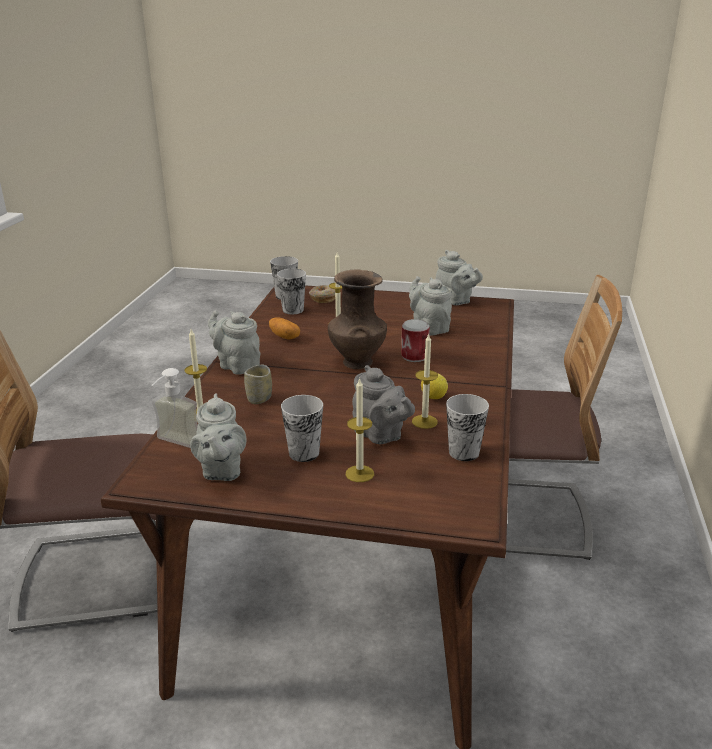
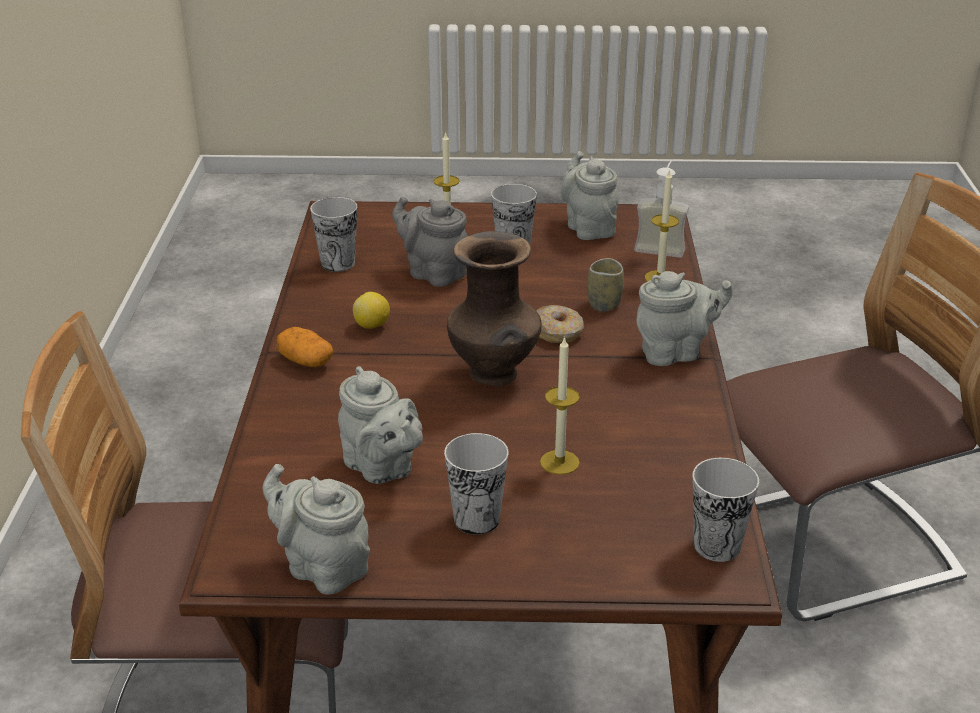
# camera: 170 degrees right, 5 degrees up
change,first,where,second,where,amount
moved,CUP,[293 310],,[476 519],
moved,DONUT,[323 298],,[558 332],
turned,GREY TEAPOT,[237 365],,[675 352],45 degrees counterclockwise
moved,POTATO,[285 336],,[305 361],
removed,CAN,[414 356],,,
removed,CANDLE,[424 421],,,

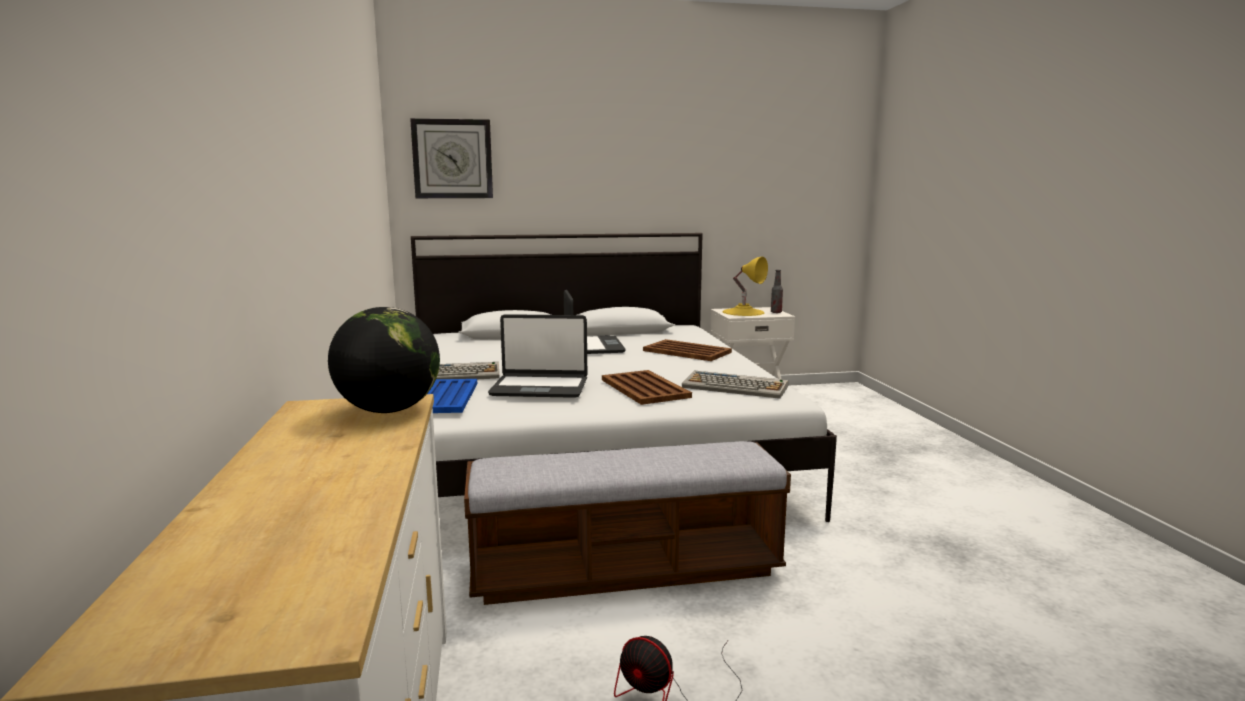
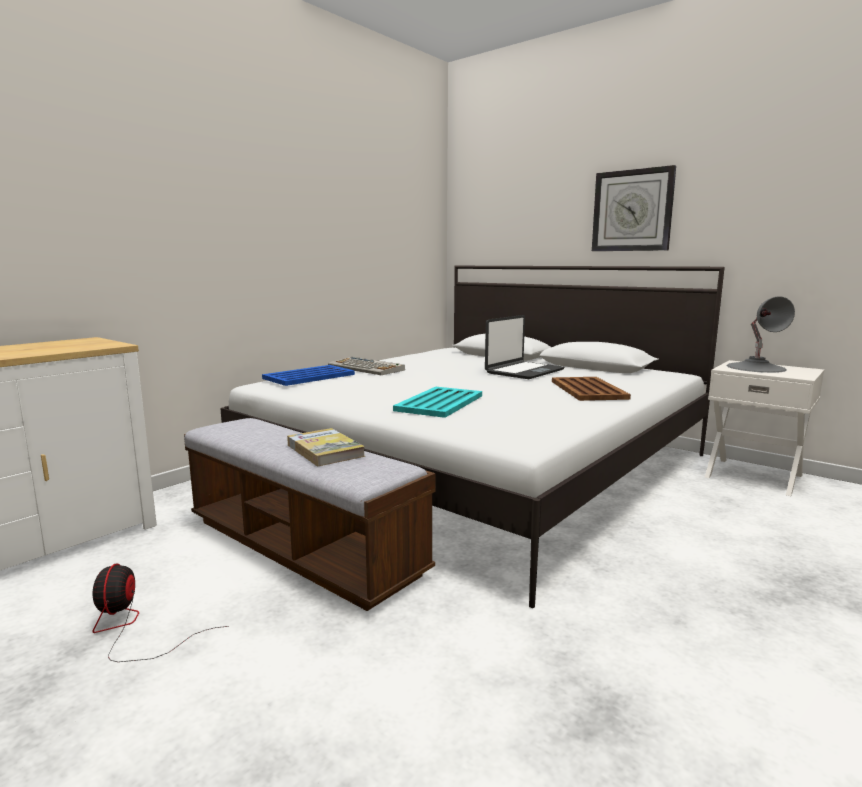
# camera: 50 degrees right, 0 degrees up
change,first,where,second,where,amount
moved,WALL CLOCK,[452 159],,[632 211],
recoloured,YELLOW TABLE LAMP,[743 312],GREY TABLE LAMP,[756 367],
removed,BOTTLE,[776 312],,,
removed,GLOBE,[389 410],,,
removed,LAPTOP,[540 387],,,
recoloured,BROWN TRAY,[644 388],TURQUOISE TRAY,[440 403],
removed,KEYBOARD,[736 387],,,
added,,,BOOK,[325 450],

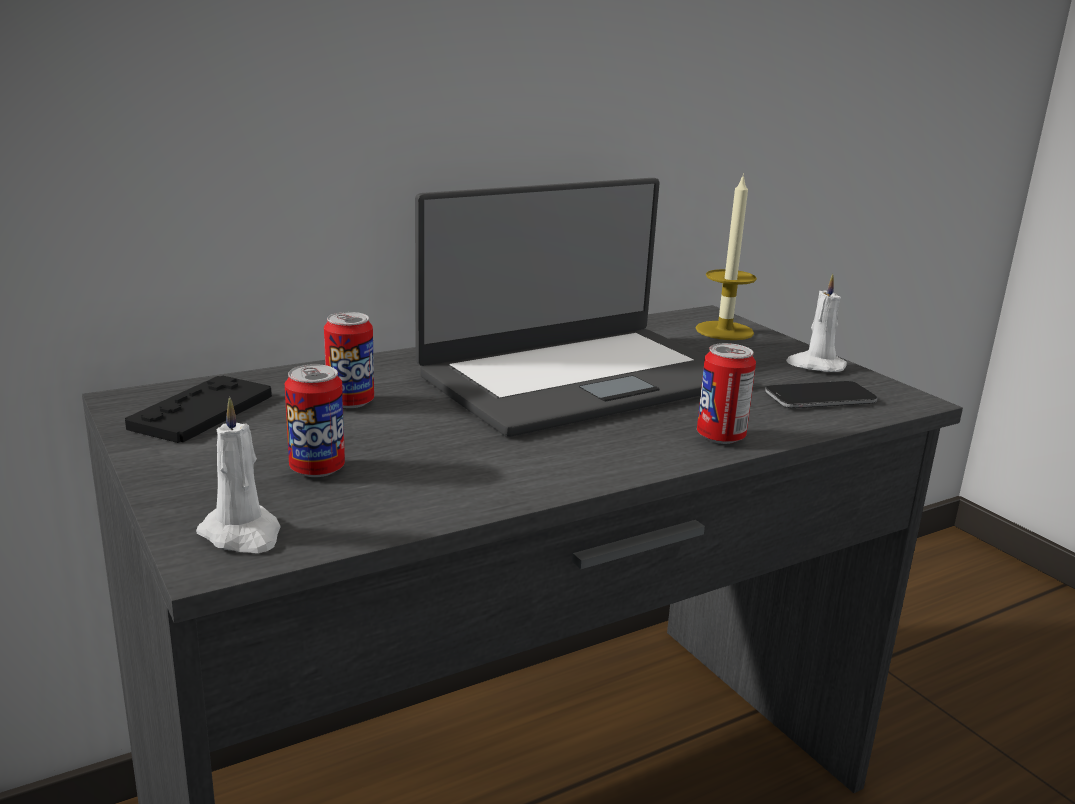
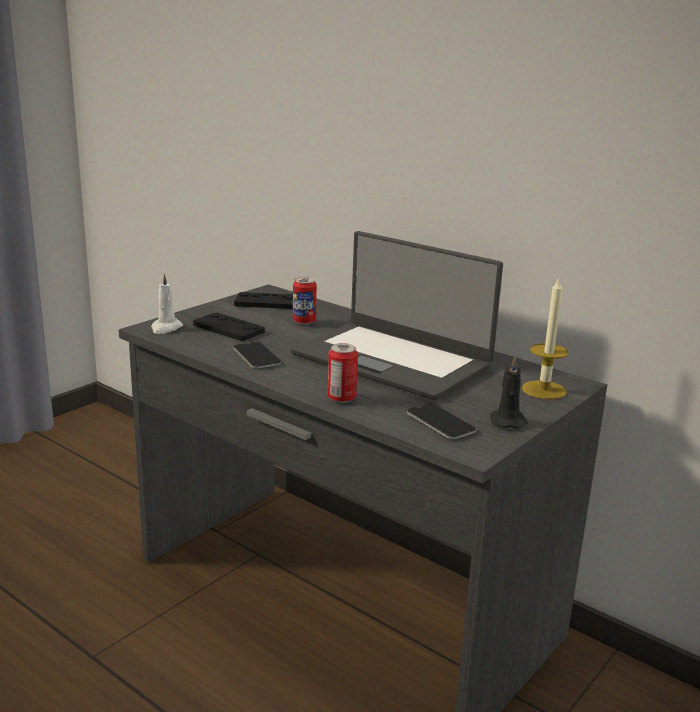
# camera: 70 degrees right, 0 degrees up
change,first,where,second,where,amount
recoloured,WHITE CANDLE,[815 365],BLACK CANDLE,[507 420],
replaced,CAN,[317 469],BLACK GAME CONTROLLER,[228 328],
added,,,PHONE,[256 357],

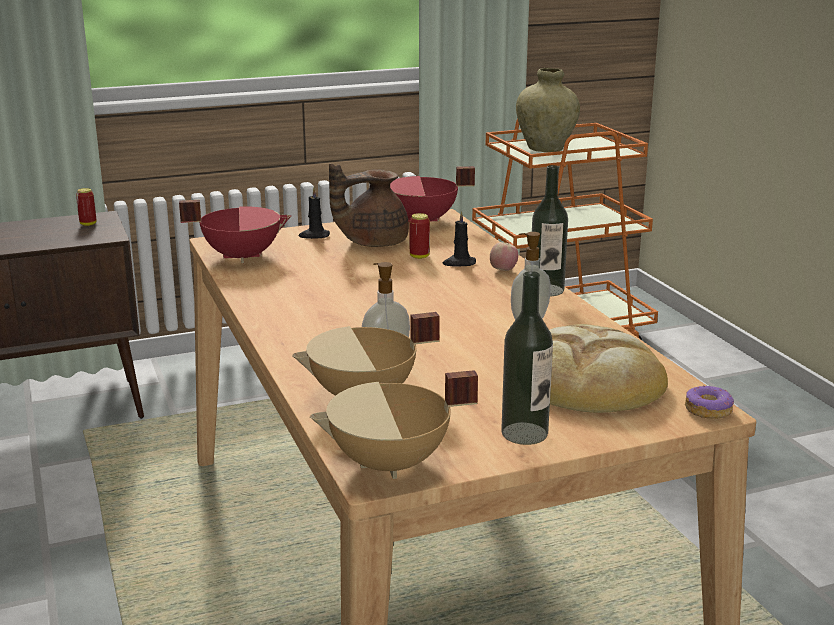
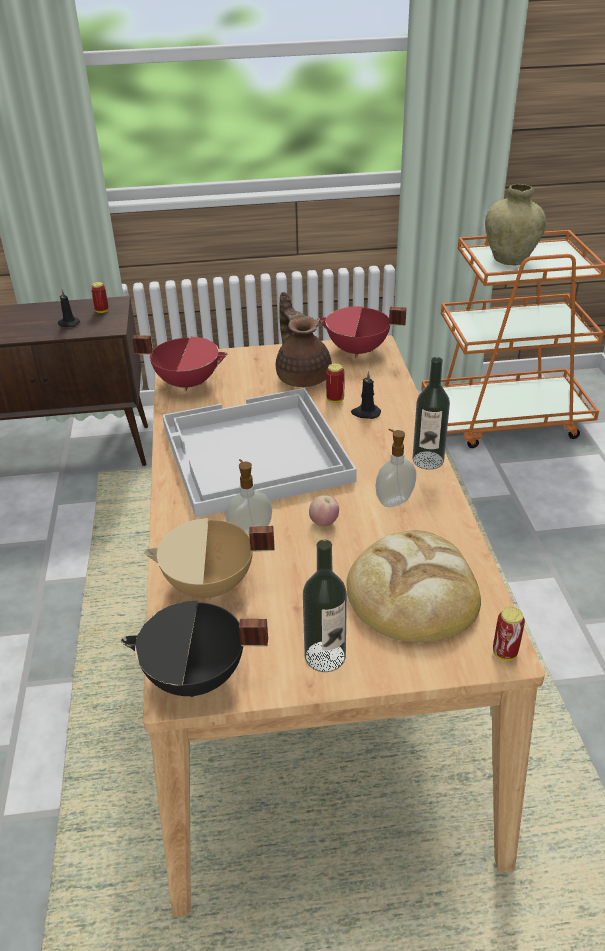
# camera: 15 degrees right, 15 degrees up
change,first,where,second,where,amount
turned,BROWN TEAPOT,[372 242],,[302 376],75 degrees clockwise
moved,BLACK CANDLE,[314 236],,[68 323],
moved,APPLE,[503 271],,[324 523],
recoloured,BEIGE COOKING POT,[390 465],BLACK COOKING POT,[195 678],
replaced,DONUT,[708 410],CAN,[504 653],
added,,,WHITE TRAY,[254 454],

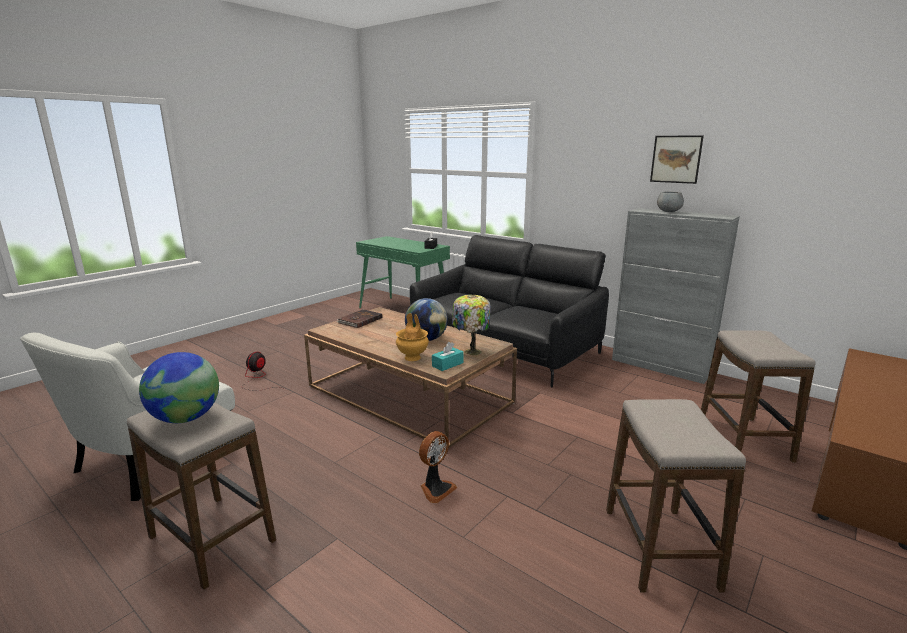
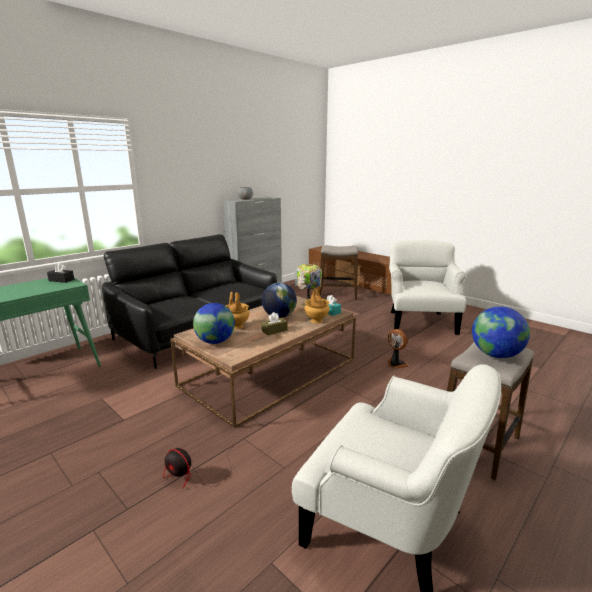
# camera: 85 degrees left, 0 degrees up
change,first,where,second,where,amount
removed,PICTURE,[676 159],,,
replaced,BROWN BOOK,[359 320],GLOBE,[215 341],
replaced,STOOL,[659 548],WHITE ARMCHAIR,[420 321],
added,,,BROWN VASE,[236 326],
added,,,BROWN TISSUE BOX,[274 330],

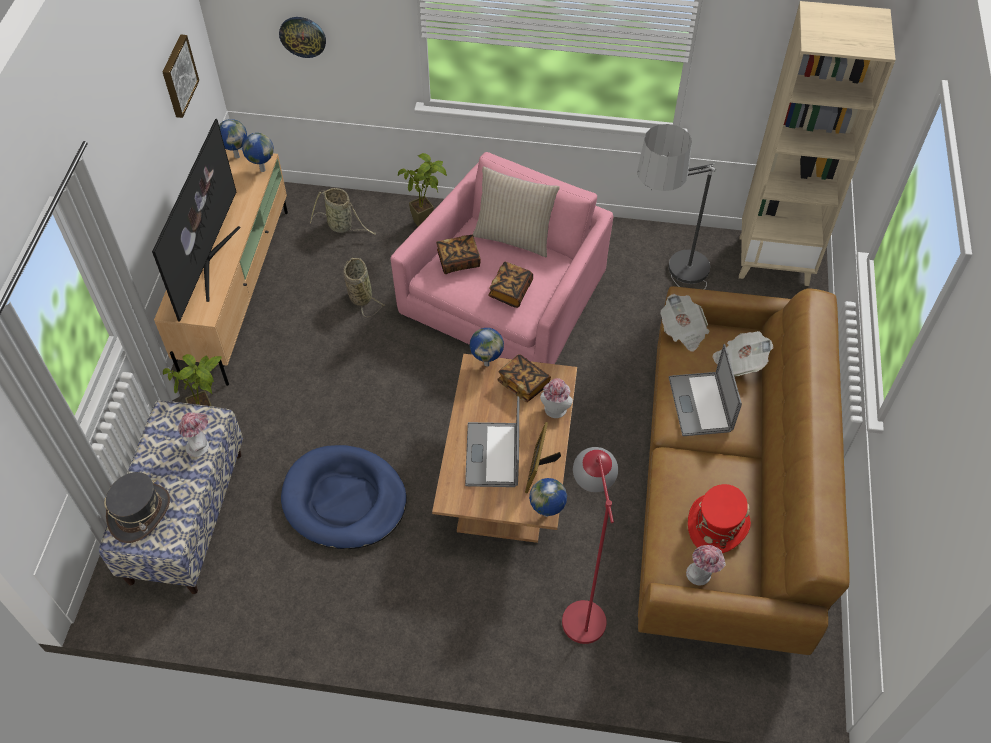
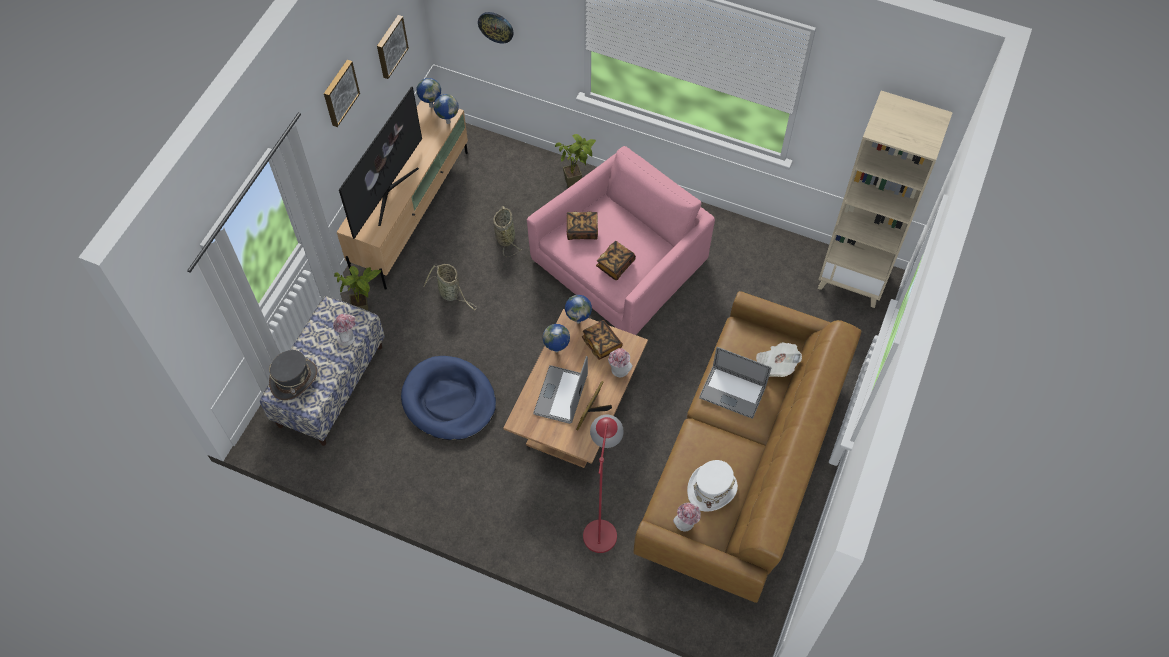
# camera: 15 degrees right, 5 degrees up
change,first,where,second,where,amount
removed,FLOOR LAMP,[666 287],,,
removed,BEIGE PILLOW,[514 237],,,
moved,BASKET,[342 226],,[451 294],
removed,NEWSPAPER,[683 331],,,
turned,LAPTOP,[700 404],,[732 392],75 degrees counterclockwise
moved,GLOBE,[547 514],,[557 351],
recoloured,RED HAT,[717 525],WHITE HAT,[711 489],
added,,,PICTURE,[339 92],

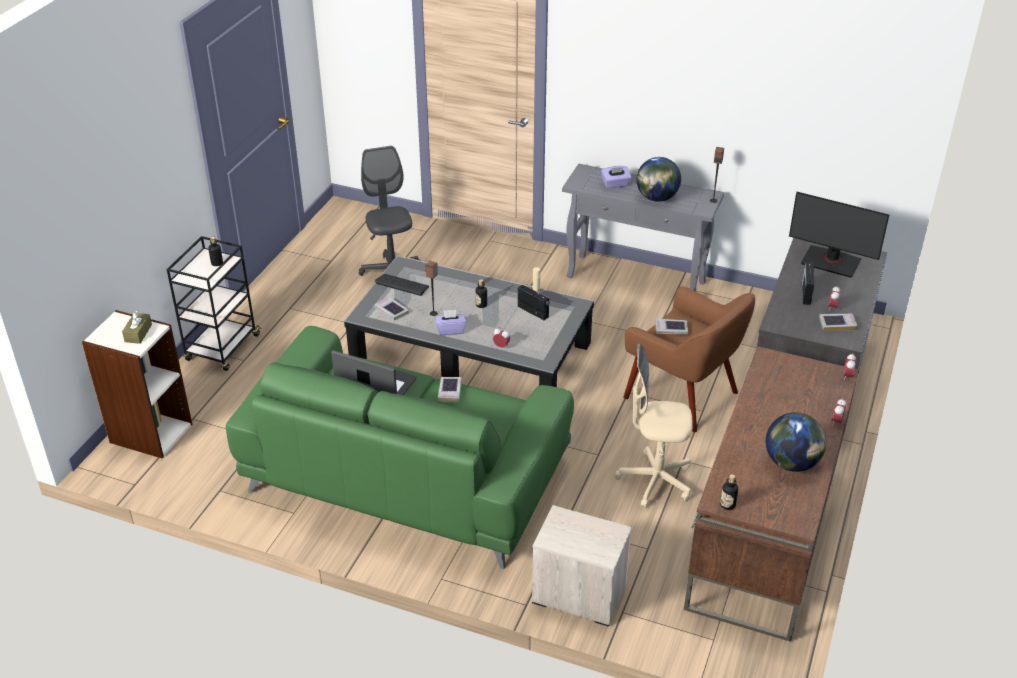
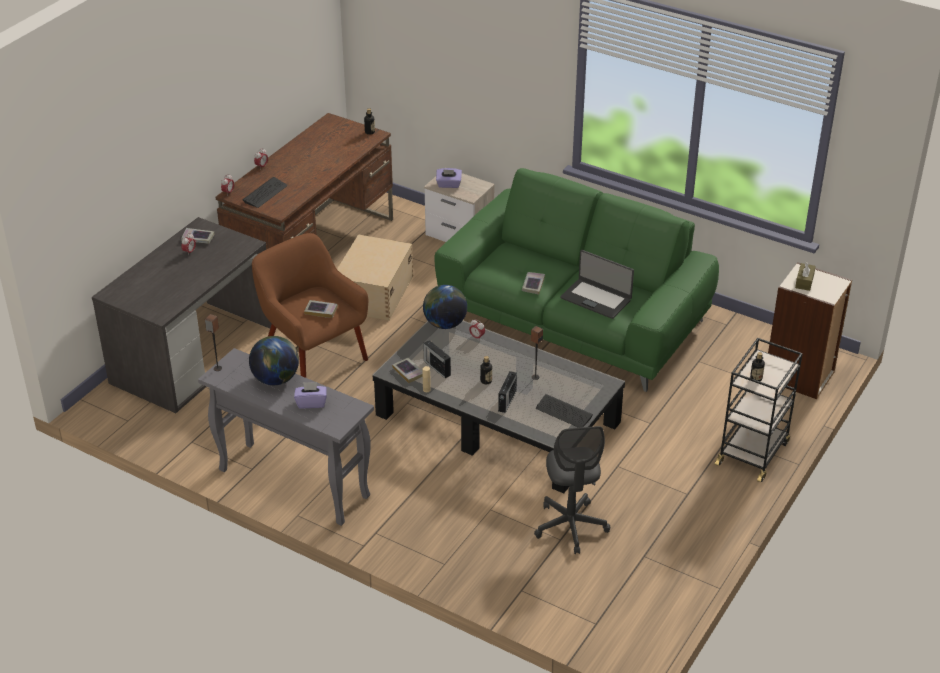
# camera: 170 degrees left, 0 degrees up
change,first,where,second,where,amount
removed,MONITOR,[831 261],,,
moved,RADIO,[806 293],,[507 401],
moved,BOOK,[391 311],,[408 372],
moved,PURPLE TISSUE BOX,[450 330],,[448 185],
replaced,BEIGE OFFICE CHAIR,[655 481],BEIGE STORAGE BOX,[373 293],
moved,GLOBE,[792 463],,[445 324],
added,,,KEYBOARD,[265 193],

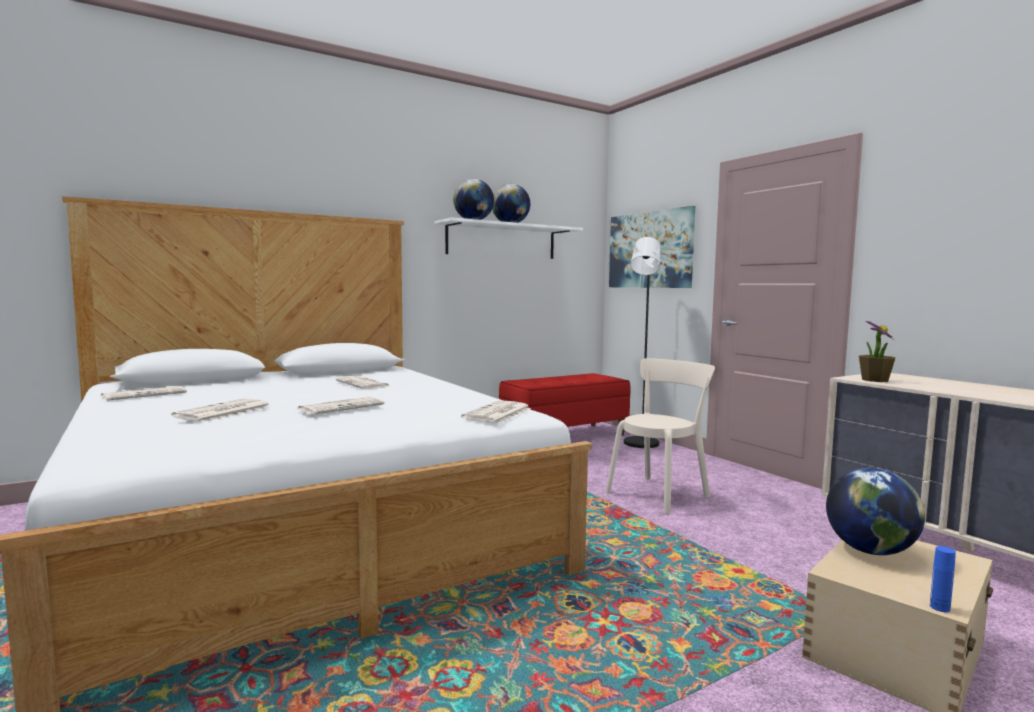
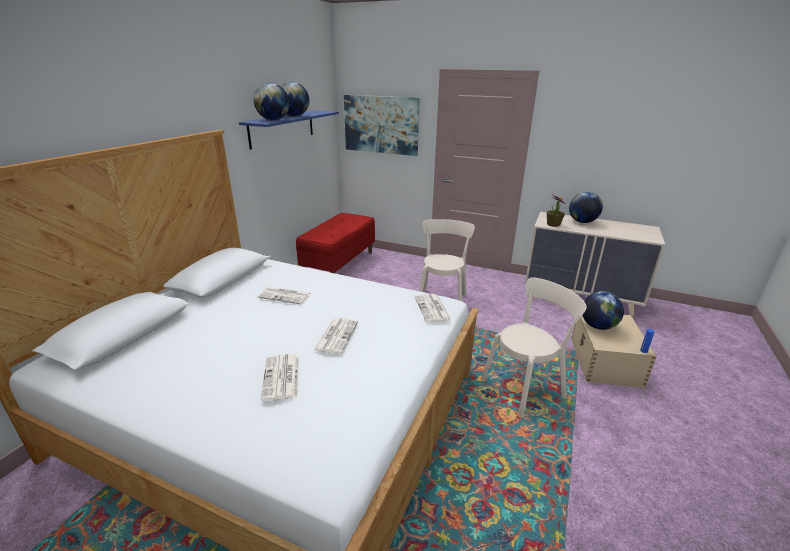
# camera: 35 degrees left, 20 degrees up
change,first,where,second,where,amount
recoloured,WHITE SHELF,[502 241],BLUE SHELF,[282 128],
removed,BLACK FLOOR LAMP,[640 445],,,
removed,NEWSPAPER,[145 394],,,
added,,,GLOBE,[582 222],
added,,,BEIGE CHAIR,[525 387],

